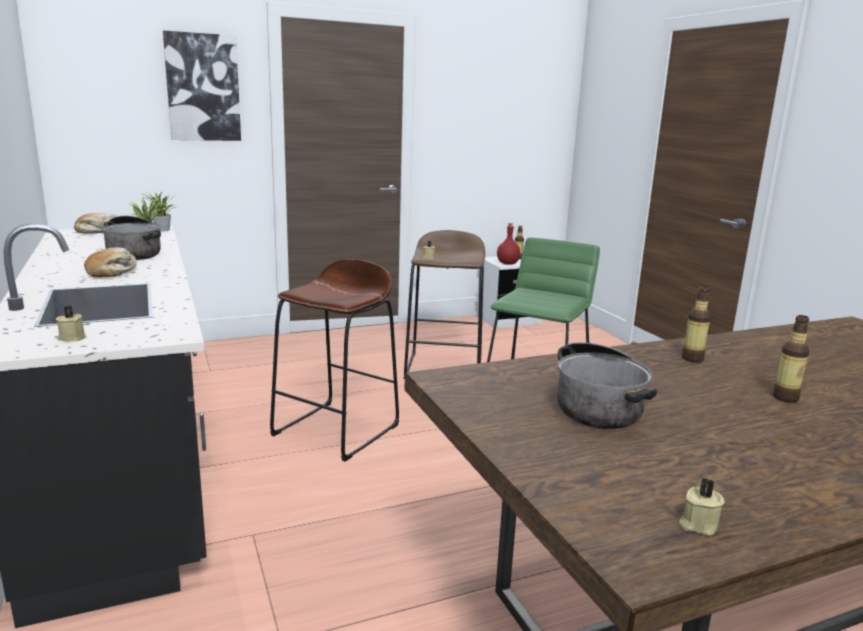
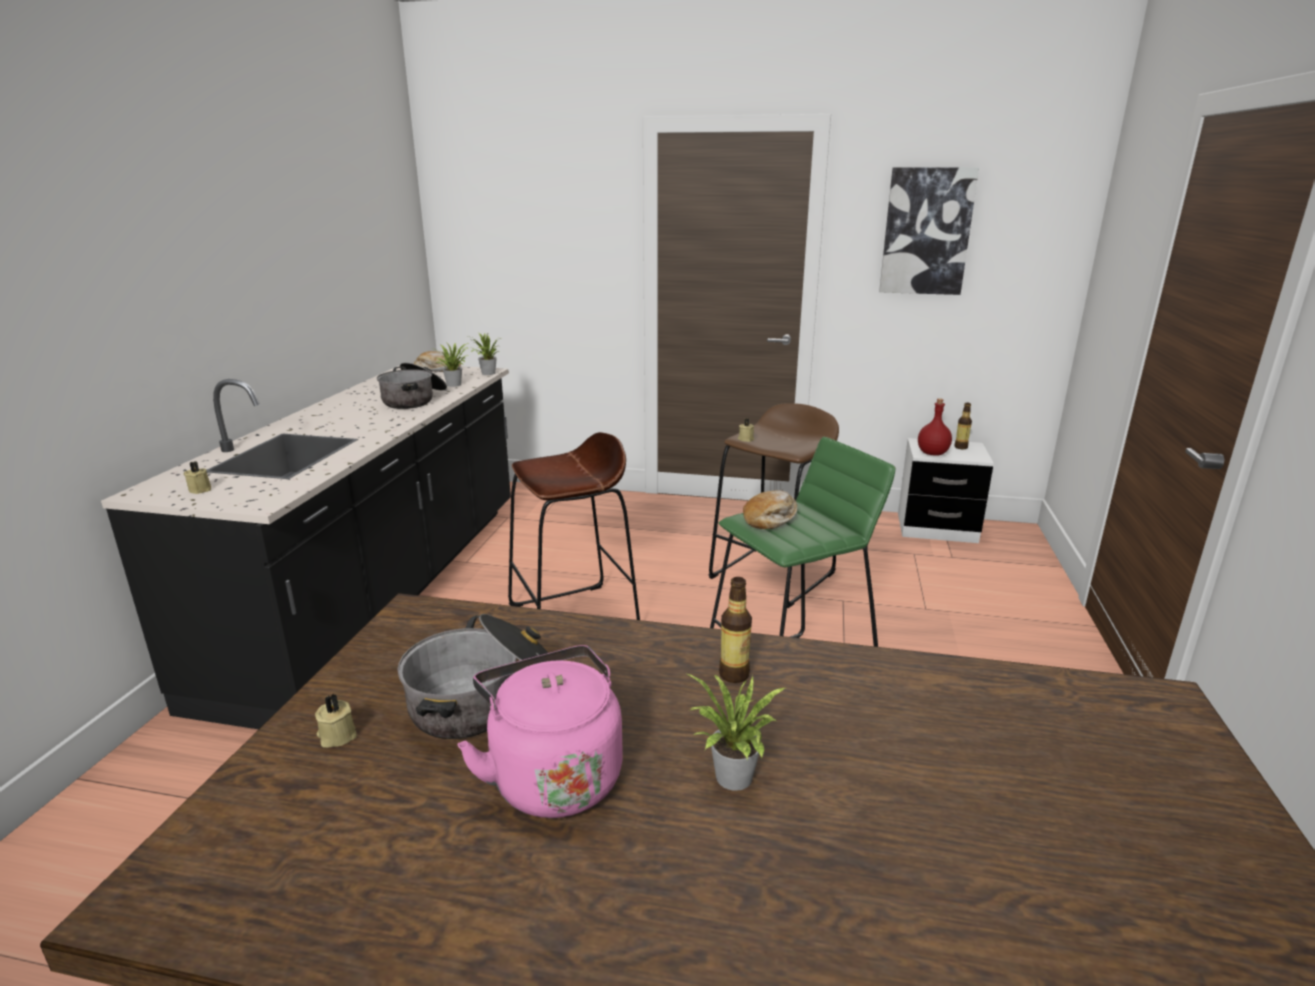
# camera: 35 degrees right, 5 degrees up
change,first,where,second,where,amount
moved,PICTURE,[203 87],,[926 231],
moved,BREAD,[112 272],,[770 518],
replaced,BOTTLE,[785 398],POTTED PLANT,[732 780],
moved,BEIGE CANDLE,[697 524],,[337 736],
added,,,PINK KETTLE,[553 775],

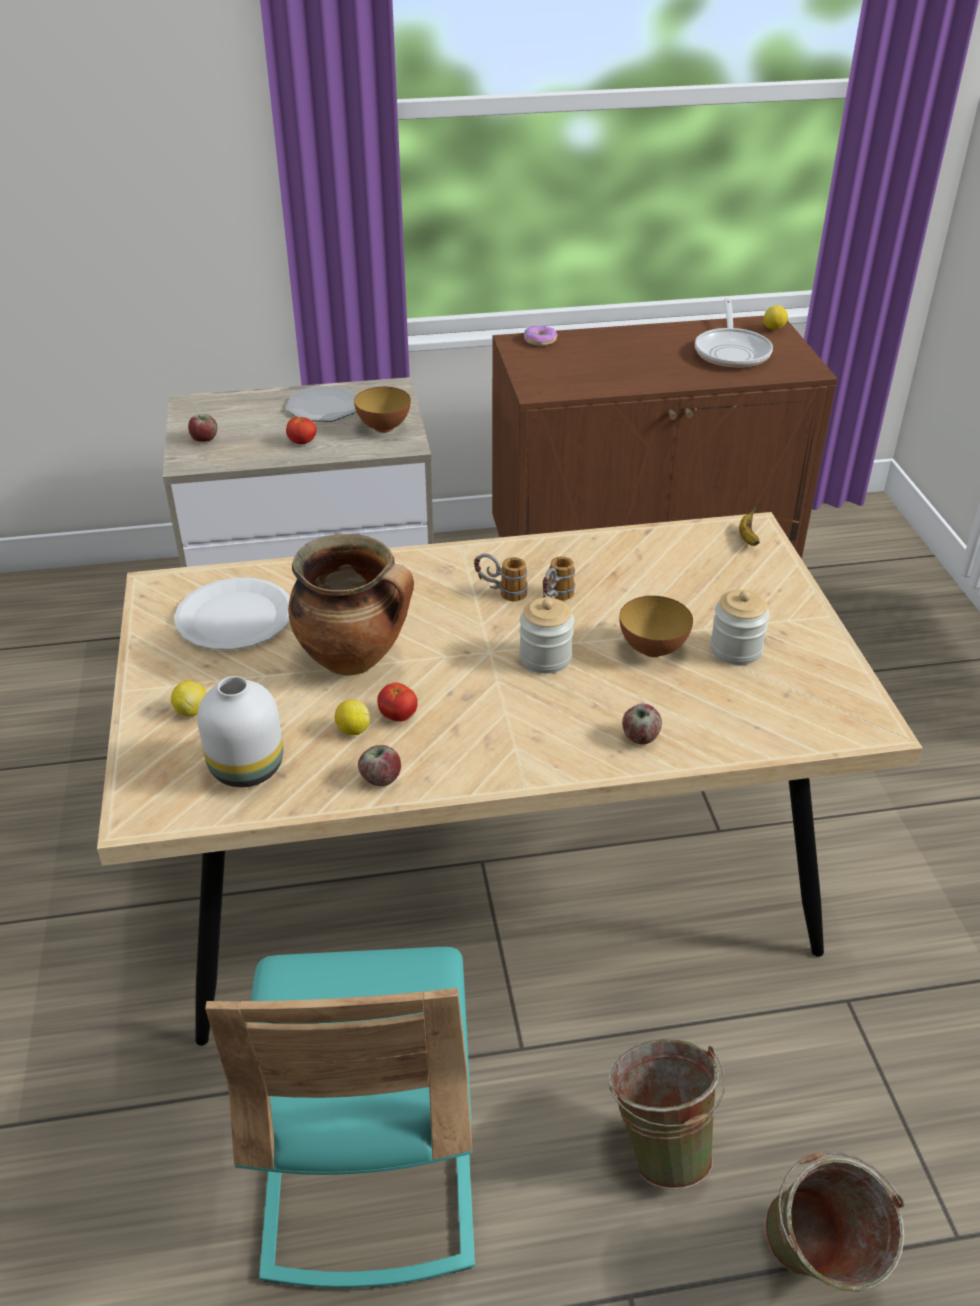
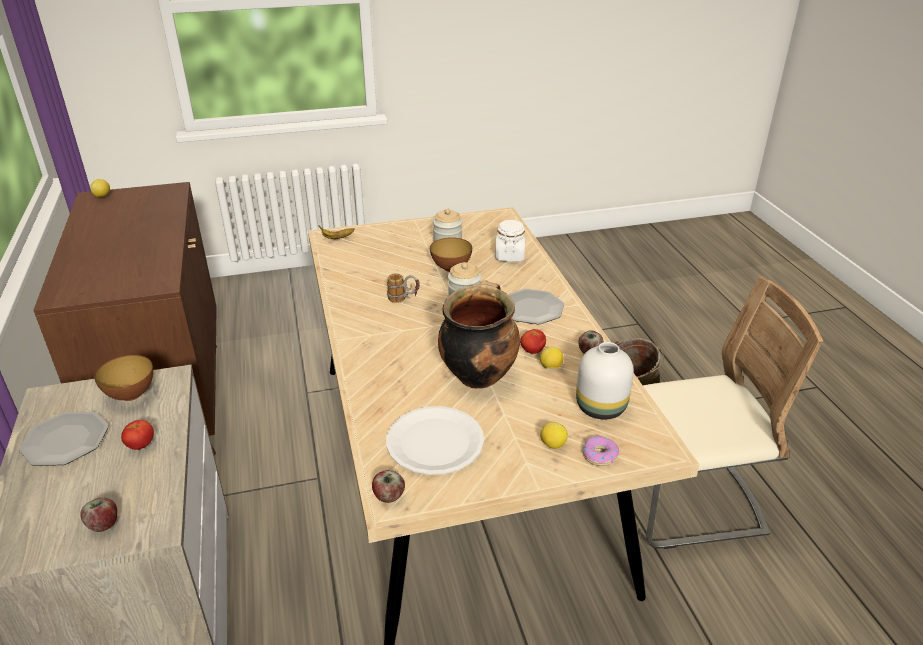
# camera: 95 degrees left, 5 degrees down
change,first,where,second,where,amount
removed,FRYING PAN,[732 351],,,
moved,DONUT,[540 340],,[599 455],
removed,MUG,[500 593],,,
moved,APPLE,[640 737],,[388 497],
recoloured,TURQUOISE CHAIR,[369 1162],BEIGE CHAIR,[685 501],
removed,GREEN BUCKET,[816 1268],,,
added,,,WHITE JAR,[509 256],
added,,,PLATE,[532 308],

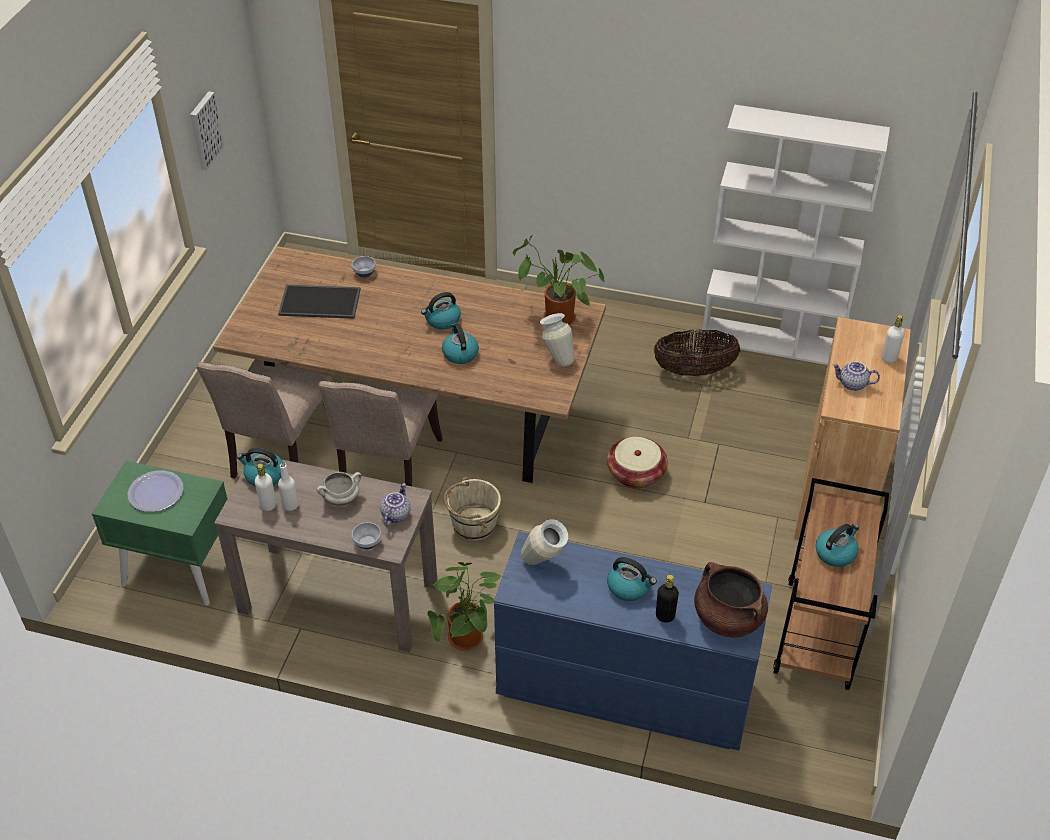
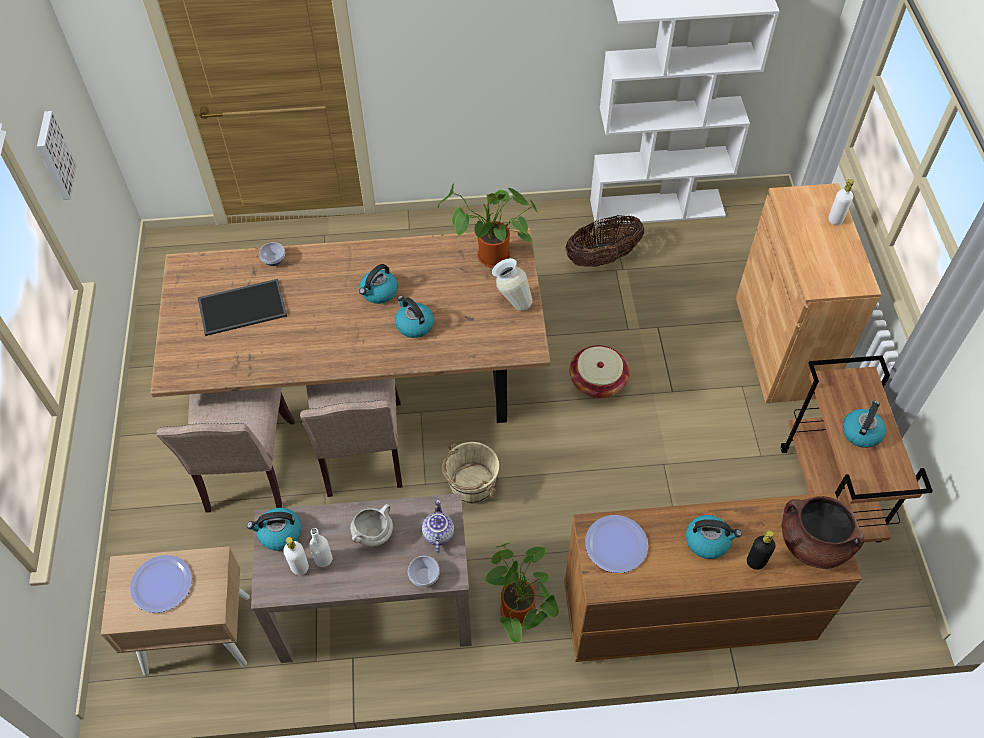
# camera: 20 degrees left, 10 degrees up
change,first,where,second,where,amount
removed,TEAPOT,[852 384],,,
recoloured,GREEN NIGHTSTAND,[178 568],BEIGE NIGHTSTAND,[196 634],
replaced,VASE,[544 565],PLATE,[616 545],
recoloured,BLUE DRESSER,[622 688],BROWN DRESSER,[685 612],

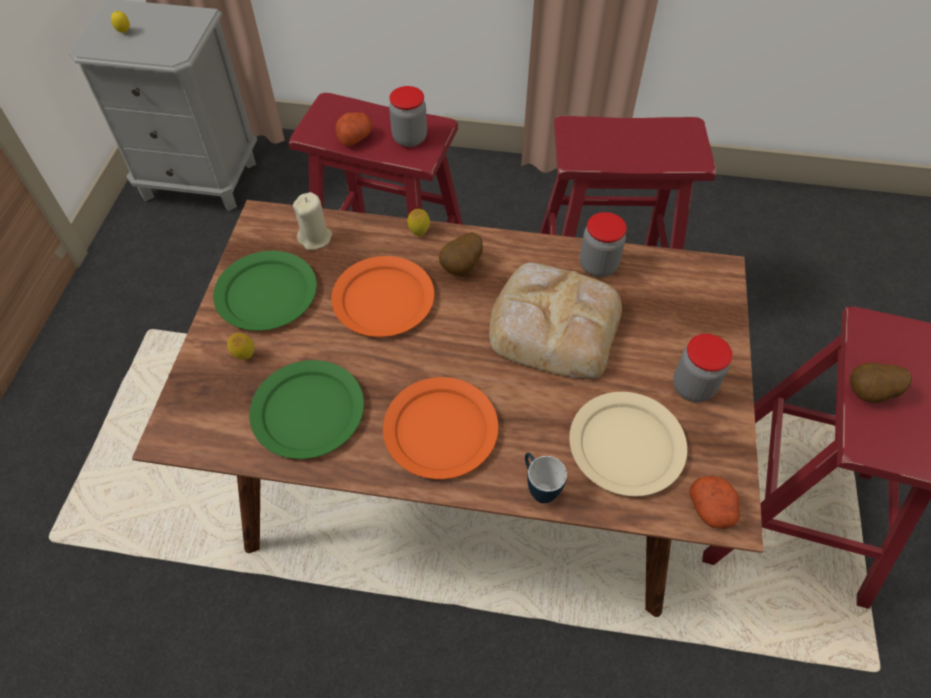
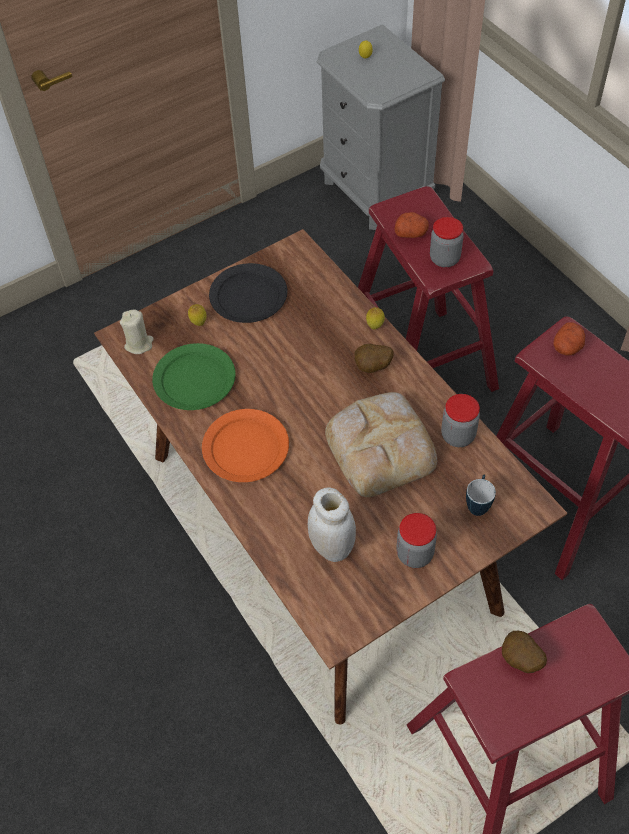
# camera: 50 degrees right, 0 degrees up
change,first,where,second,where,amount
moved,BEIGE CANDLE,[315 238],,[139 344],
recoloured,GREEN PLATE,[266 293],BLACK PLATE,[248 295],
removed,ORANGE PLATE,[383 300],,,
replaced,BEIGE PLATE,[627 444],WHITE JAR,[332 547],
moved,MUG,[538 487],,[478 504],
moved,POTATO,[712 509],,[567 347],

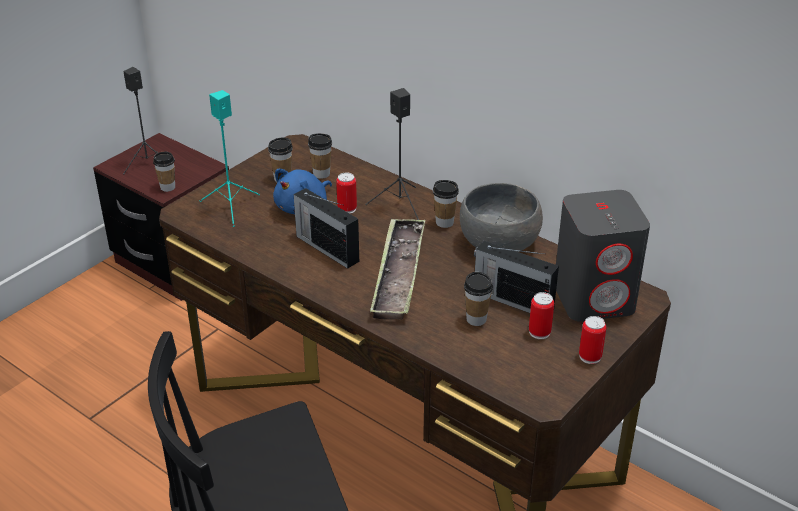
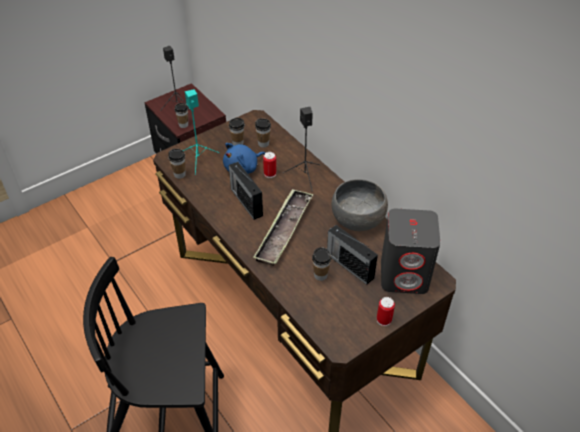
# camera: 15 degrees right, 10 degrees up
change,first,where,second,where,amount
moved,CUP,[444 222],,[179 174],
removed,CAN,[539 332],,,

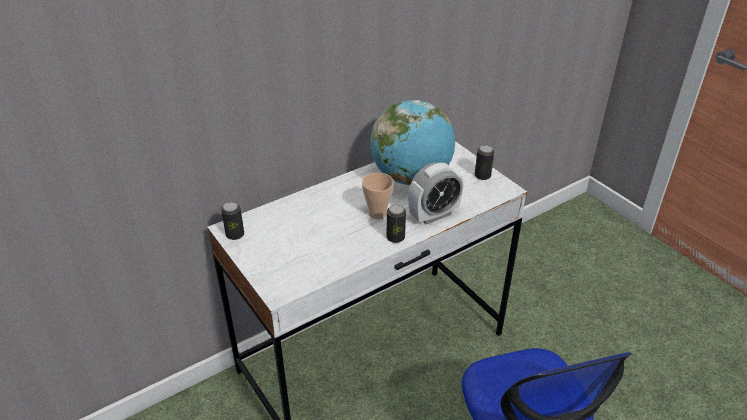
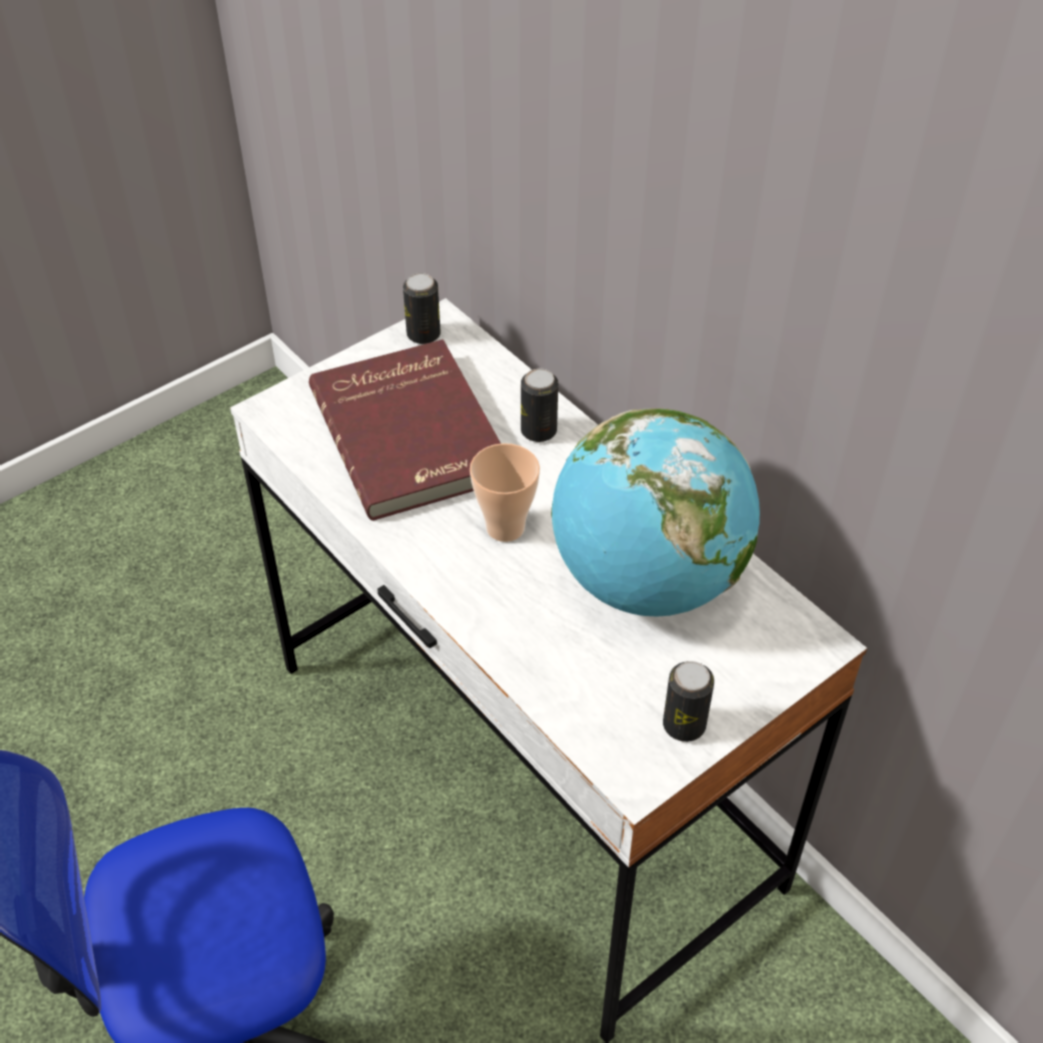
# camera: 85 degrees right, 10 degrees up
change,first,where,second,where,amount
removed,ALARM CLOCK,[434 215],,,
moved,CAN,[395 237],,[538 431],
added,,,RED BOOK,[413 433],

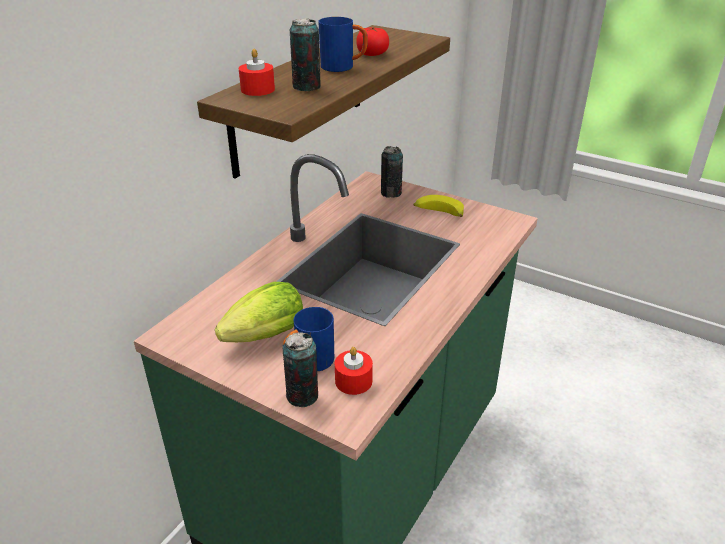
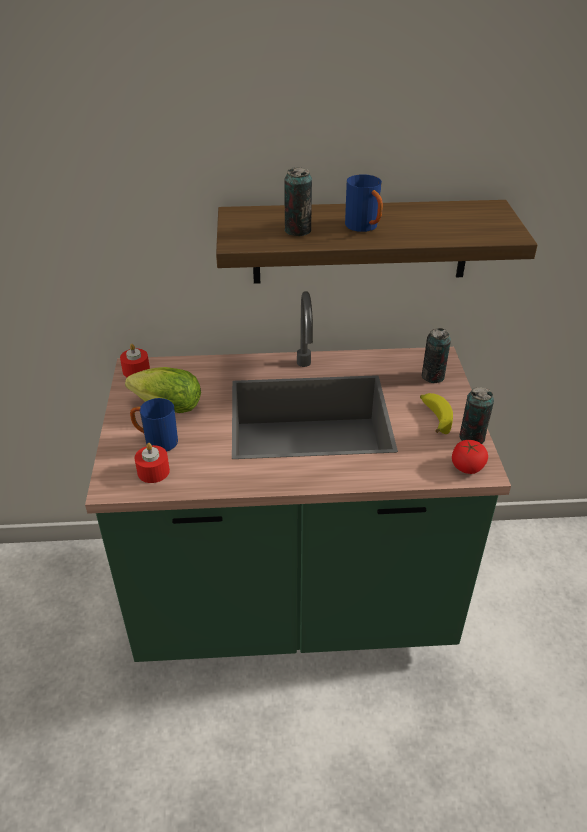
# camera: 55 degrees right, 5 degrees up
change,first,where,second,where,amount
moved,TOMATO,[372 54],,[467 466],
moved,RED CANDLE,[257 89],,[136 370],
moved,CAN,[302 396],,[472 438],

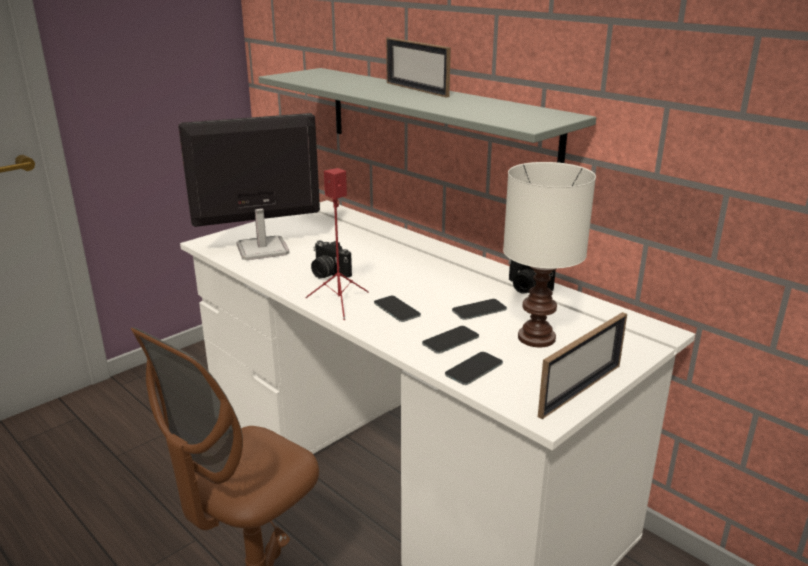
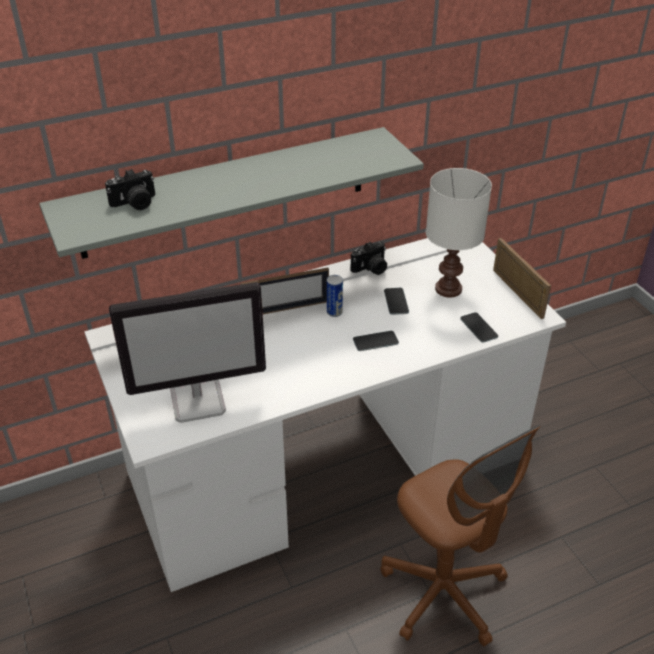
# camera: 70 degrees left, 15 degrees up
change,first,where,second,where,amount
moved,PICTURE FRAME,[416 89],,[286 308],
turned,MONITOR,[261 250],,[199 401],105 degrees counterclockwise
removed,RED SPEAKER,[340 303],,,
moved,PHOTO CAMERA,[328 273],,[135 203],
removed,PHONE,[450 340],,,
added,,,CAN,[334 312],

